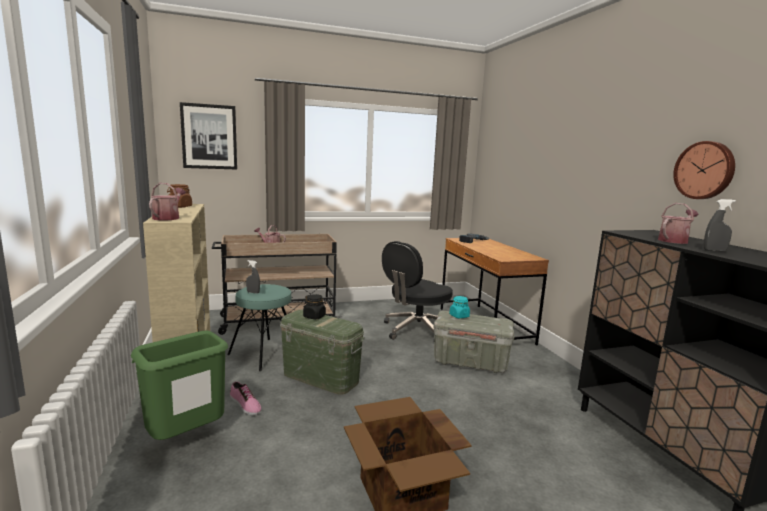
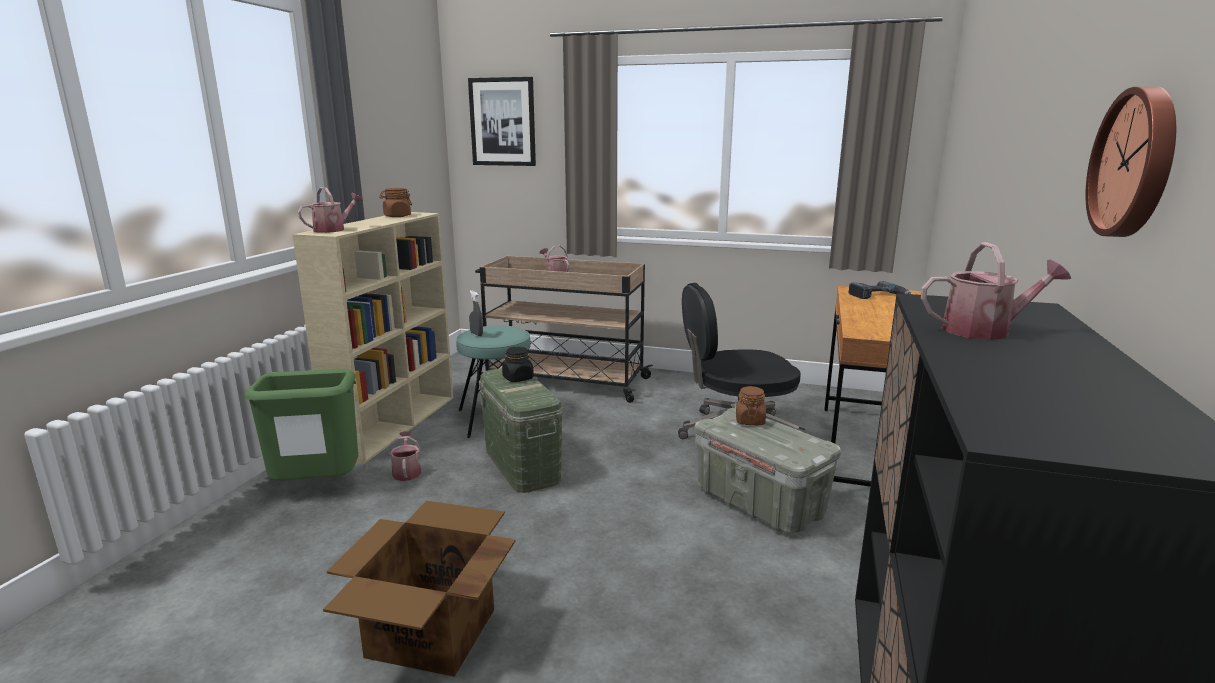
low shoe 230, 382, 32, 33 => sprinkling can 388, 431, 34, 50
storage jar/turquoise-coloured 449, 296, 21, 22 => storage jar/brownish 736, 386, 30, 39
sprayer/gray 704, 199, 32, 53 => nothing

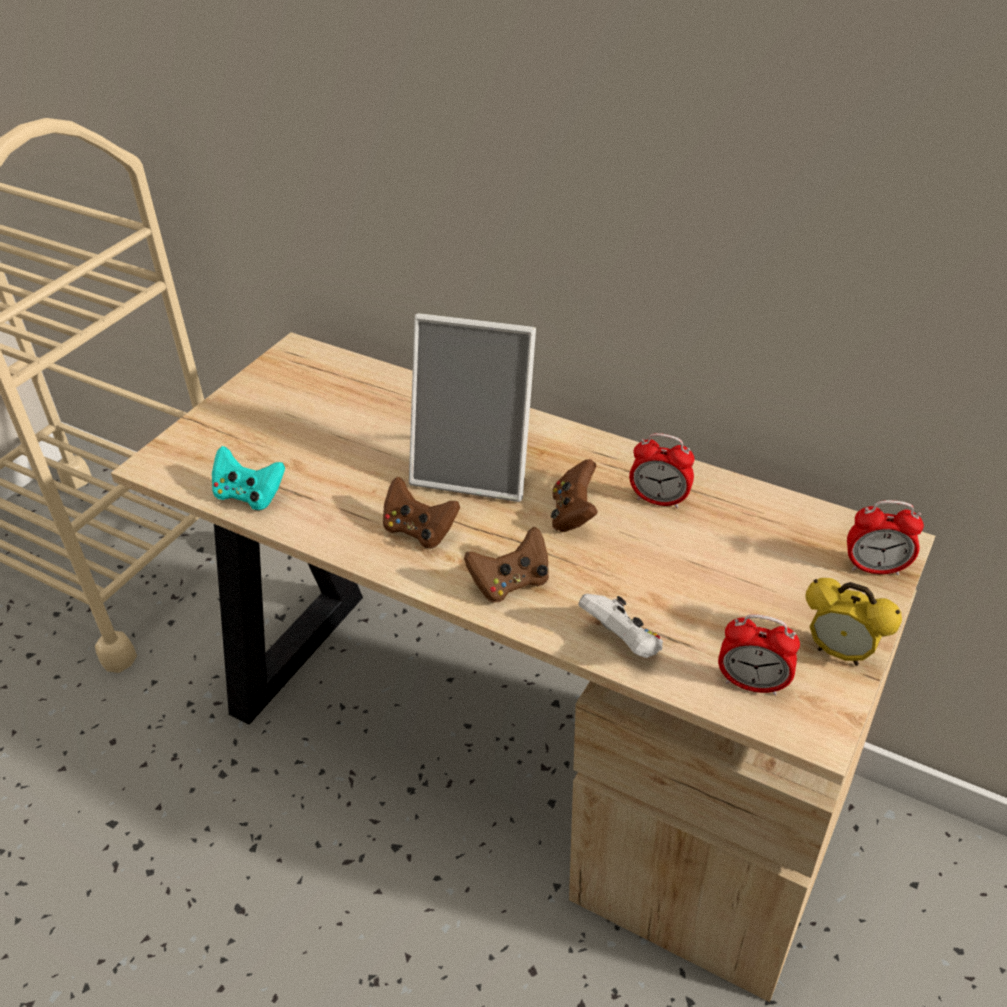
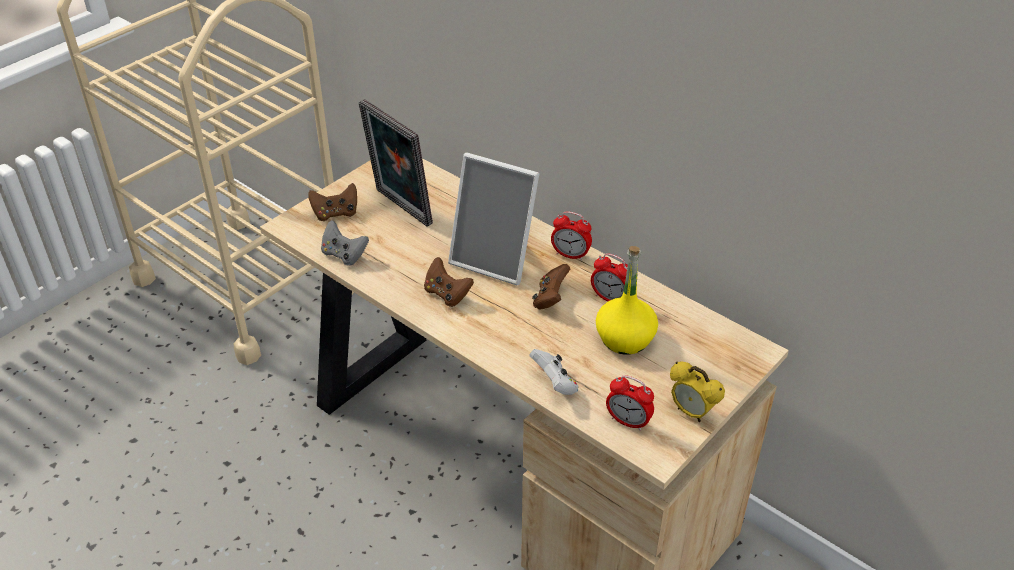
joypad/brownish 464, 527, 85, 75 => joypad/brownish 308, 183, 49, 38, relocated
joypad/turquoise-coloured 212, 446, 73, 64 => joypad/gray 321, 220, 48, 46
nothing => photo frame 359, 99, 74, 128
table clock 847, 500, 77, 75 => table clock 551, 211, 41, 50, relocated
nothing => beverage bottle/yellowish 596, 246, 62, 109

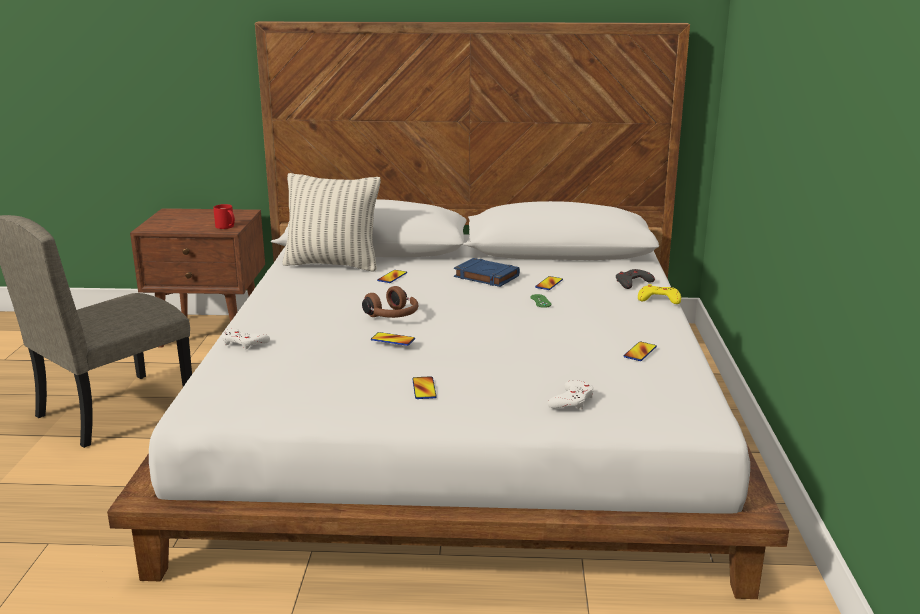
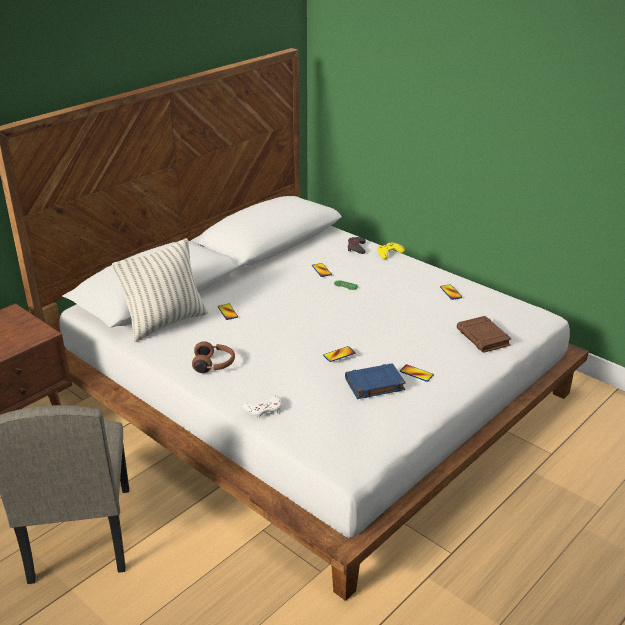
headset/brownish 362, 286, 57, 32 => headset/brownish 192, 341, 43, 32, relocated
volume/blue 454, 258, 66, 29 => volume/blue 345, 363, 61, 36, relocated
joypad/white-coloured 547, 380, 47, 30 => volume/brownish 457, 316, 55, 37
mug/red-coloured 213, 204, 22, 25 => nothing

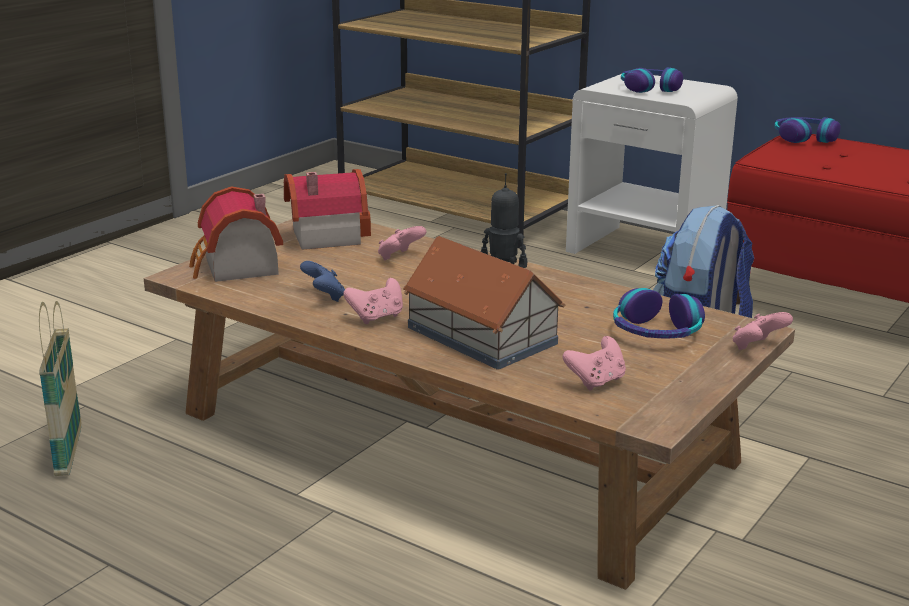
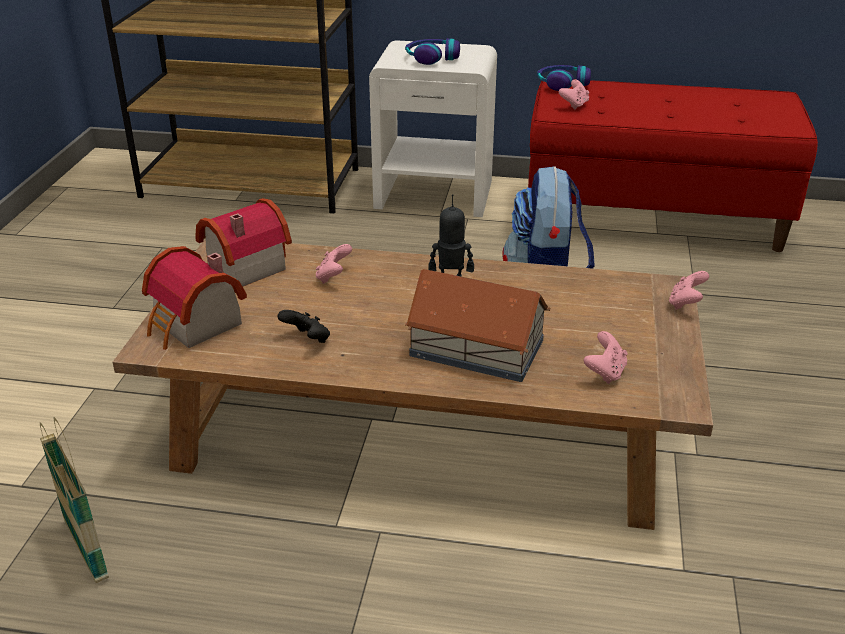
joypad/blue 300, 261, 45, 41 => joypad/black-coloured 277, 310, 53, 33
joypad/pink 343, 278, 60, 46 => joypad/pink 559, 79, 30, 31, relocated
headset 613, 288, 92, 51 => nothing

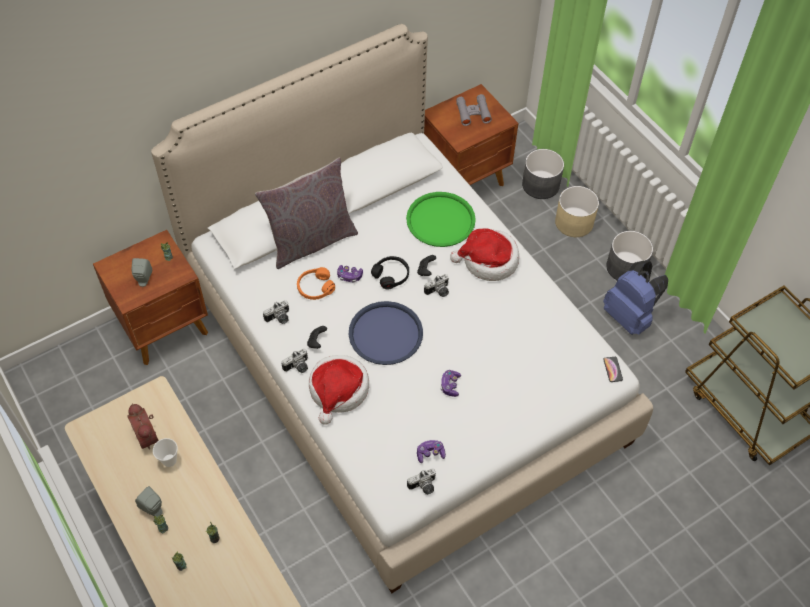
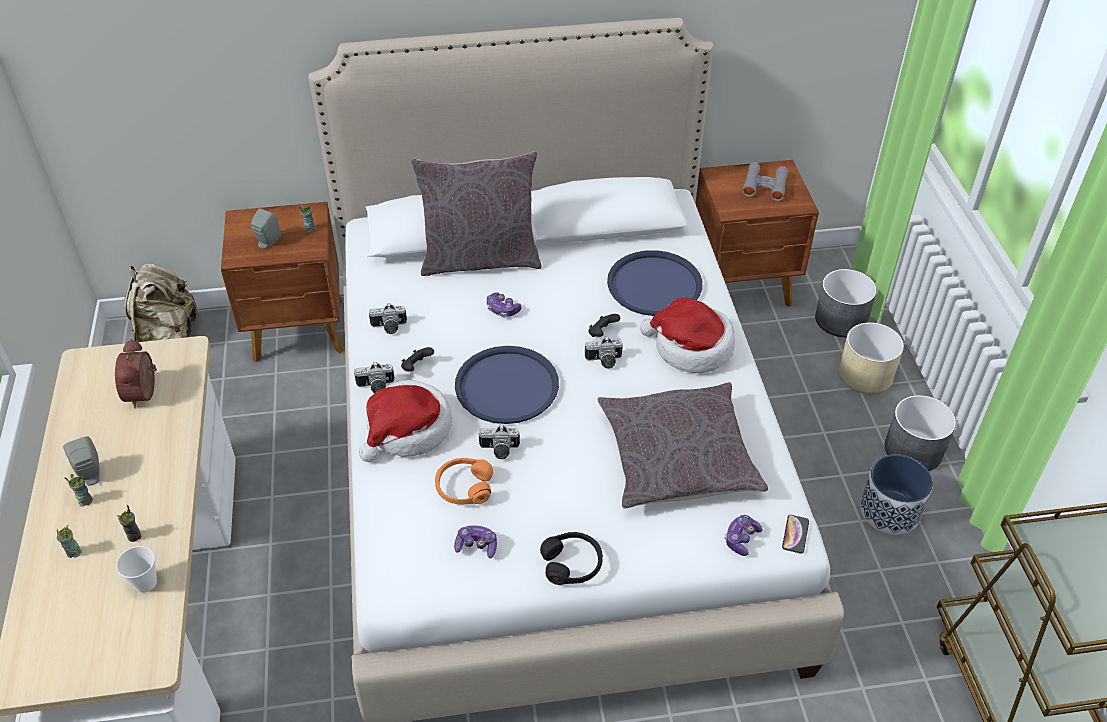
cup 153, 438, 25, 29 => cup 116, 546, 41, 47, relocated
nothing => rucksack/beige-coloured 124, 263, 77, 79
headset/orange 297, 267, 38, 33 => headset/orange 435, 458, 58, 47, relocated
still camera 407, 468, 29, 27 => still camera 479, 425, 41, 34, relocated
headset/black-coloured 371, 256, 38, 33 => headset/black-coloured 540, 532, 63, 53, relocated
nothing => throw pillow/gray 598, 382, 170, 127
carrying tray/greenish 406, 192, 70, 55 => carrying tray/blue 607, 250, 95, 66
joypad 440, 370, 21, 27 => joypad 724, 515, 38, 41, relocated
rucksack/blue 603, 260, 65, 75 => plant pot 860, 454, 73, 81

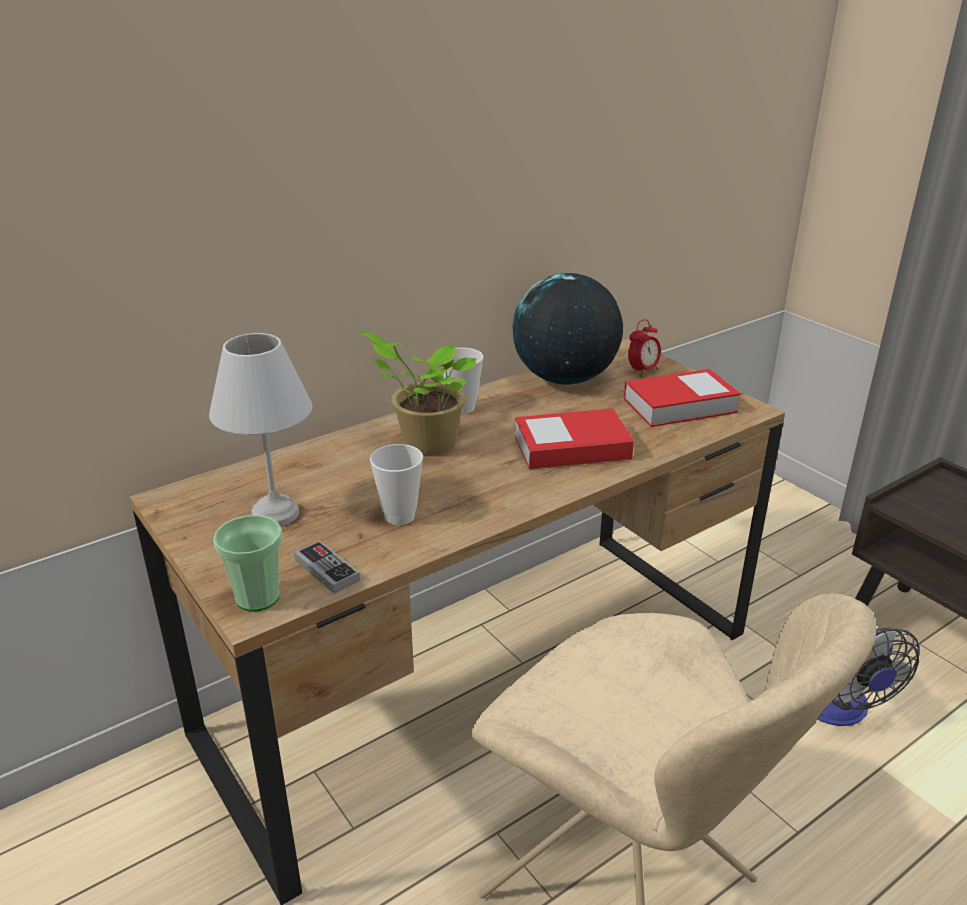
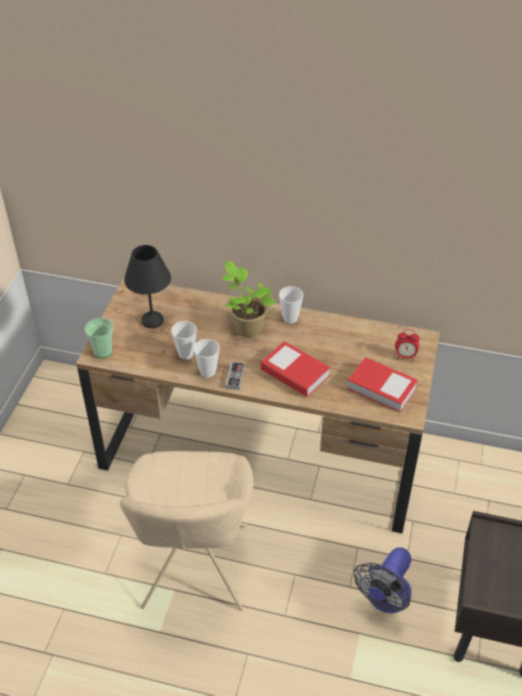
tabletop lamp/white-coloured 209, 333, 103, 193 => tabletop lamp/black-coloured 124, 245, 47, 83
nothing => cup 193, 339, 27, 39
joypad 294, 540, 66, 54 => joypad 225, 362, 20, 28, relocated
globe 513, 273, 110, 111 => nothing

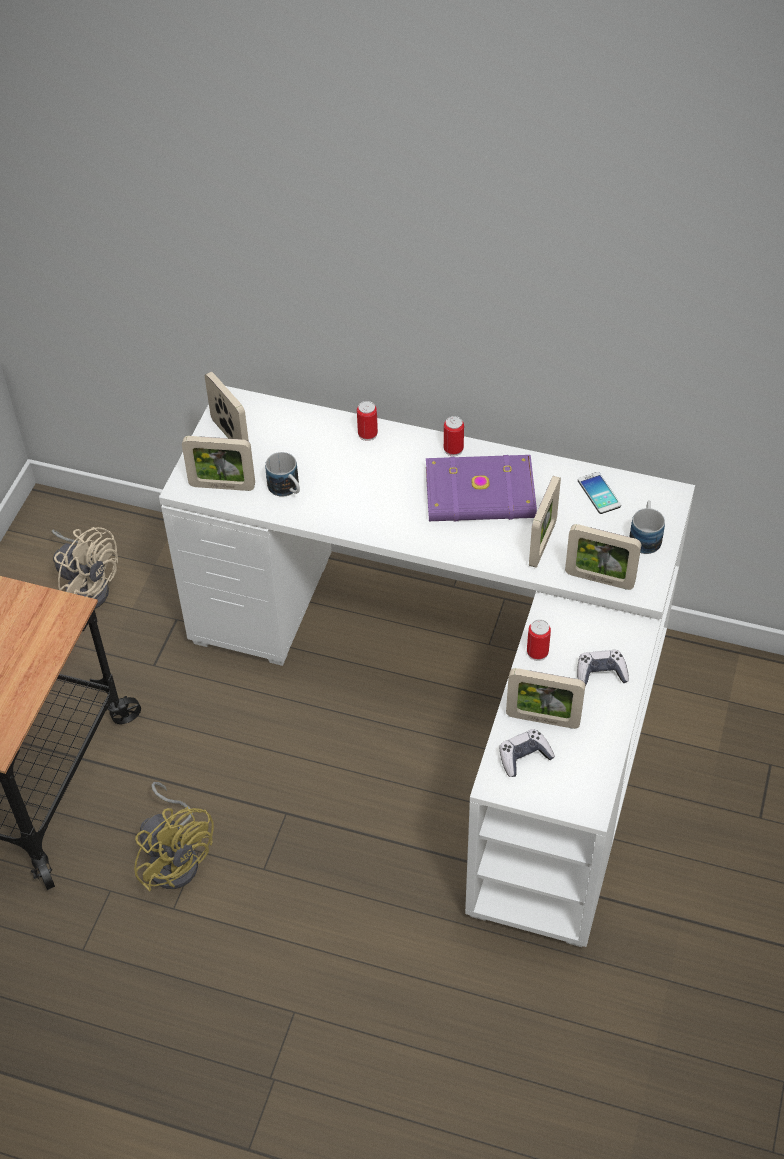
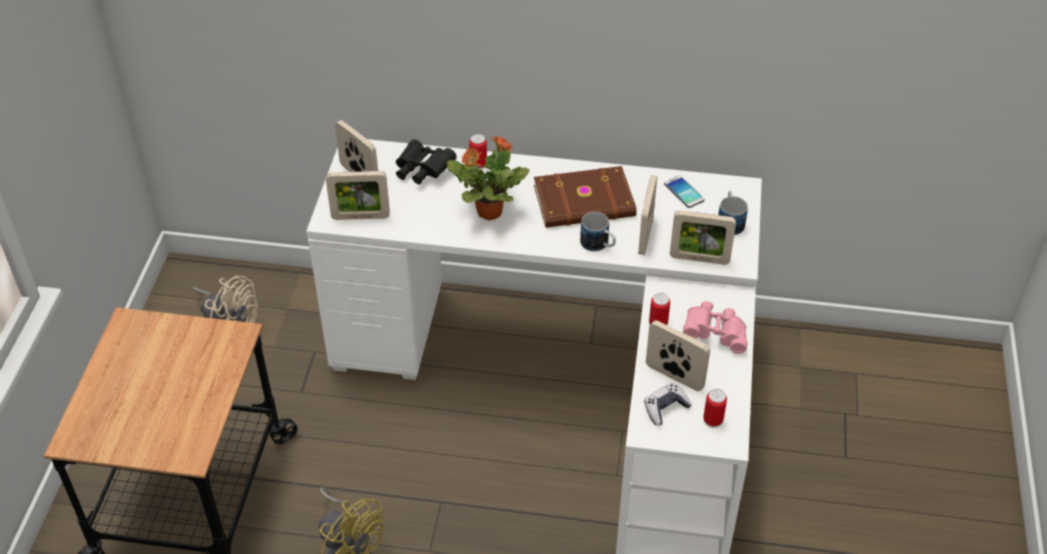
nothing => binoculars/black-coloured 396, 139, 61, 46
nothing => plant in a pot 447, 136, 82, 84
volume/purple 426, 455, 111, 67 => volume/brownish 534, 166, 103, 62
mug 265, 452, 35, 45 => mug 580, 212, 36, 39, relocated
photo frame 506, 668, 79, 61 => photo frame 646, 320, 64, 71, 150 degrees counterclockwise
joypad 577, 650, 52, 37 => binoculars/pink 683, 301, 64, 53
metal can 444, 416, 20, 40 => metal can 703, 389, 24, 39, relocated

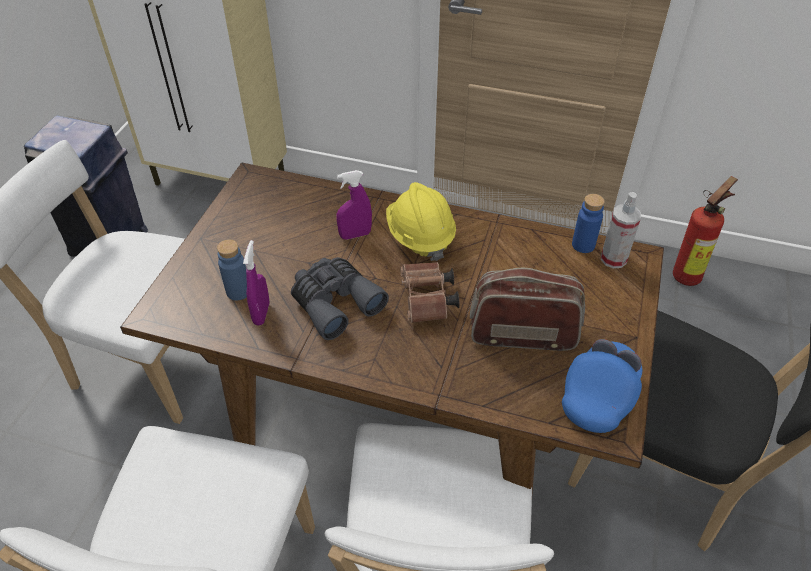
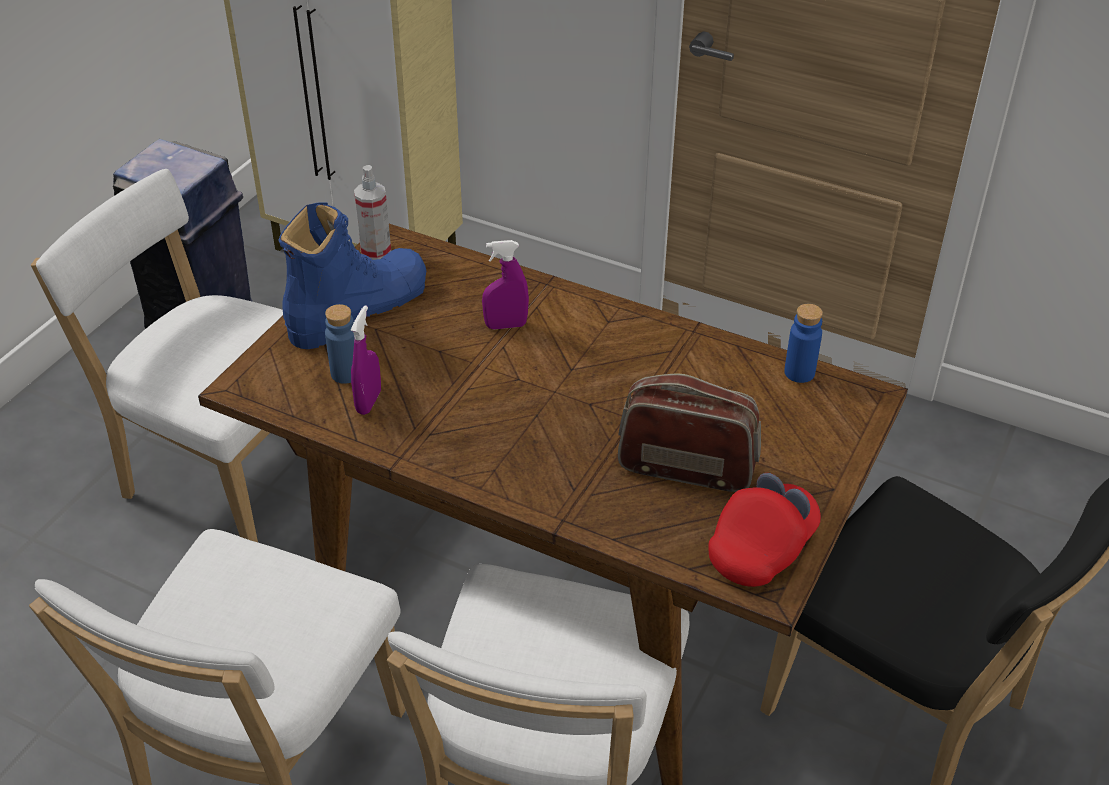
nothing => tall boot/blue 278, 202, 148, 147
sprayer 601, 192, 40, 76 => sprayer 354, 165, 37, 95, relocated
peaked cap/blue 562, 339, 81, 94 => peaked cap/red-coloured 708, 473, 113, 114
binoculars/gray 291, 257, 98, 83 => nothing
work helmet/yellowish 386, 182, 70, 79 => nothing
binoculars/brownish 400, 262, 60, 61 => nothing
fire extinguisher 673, 176, 65, 110 => nothing

